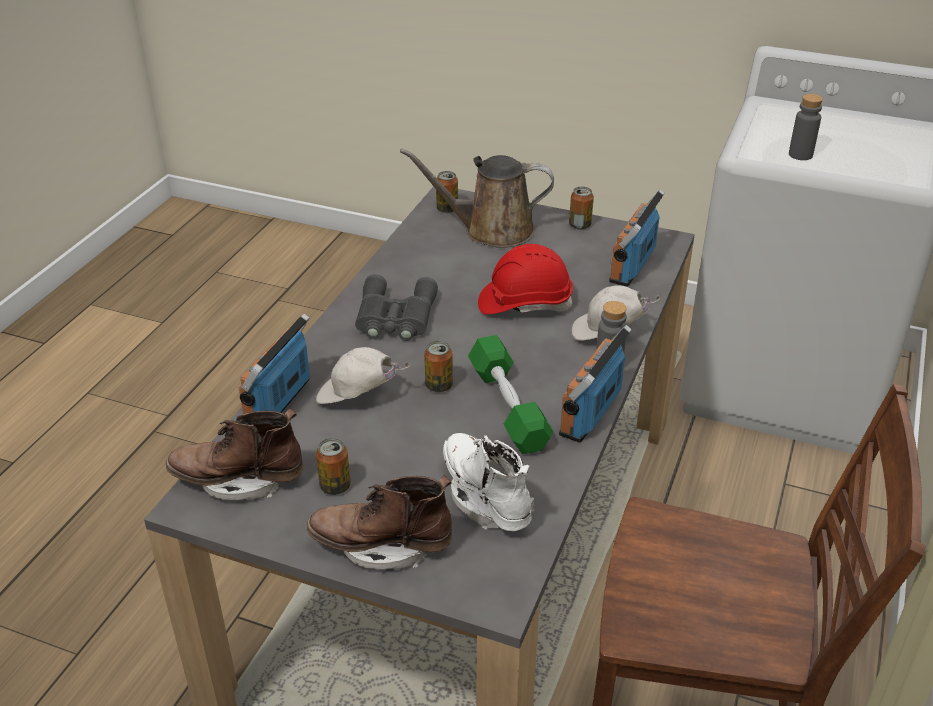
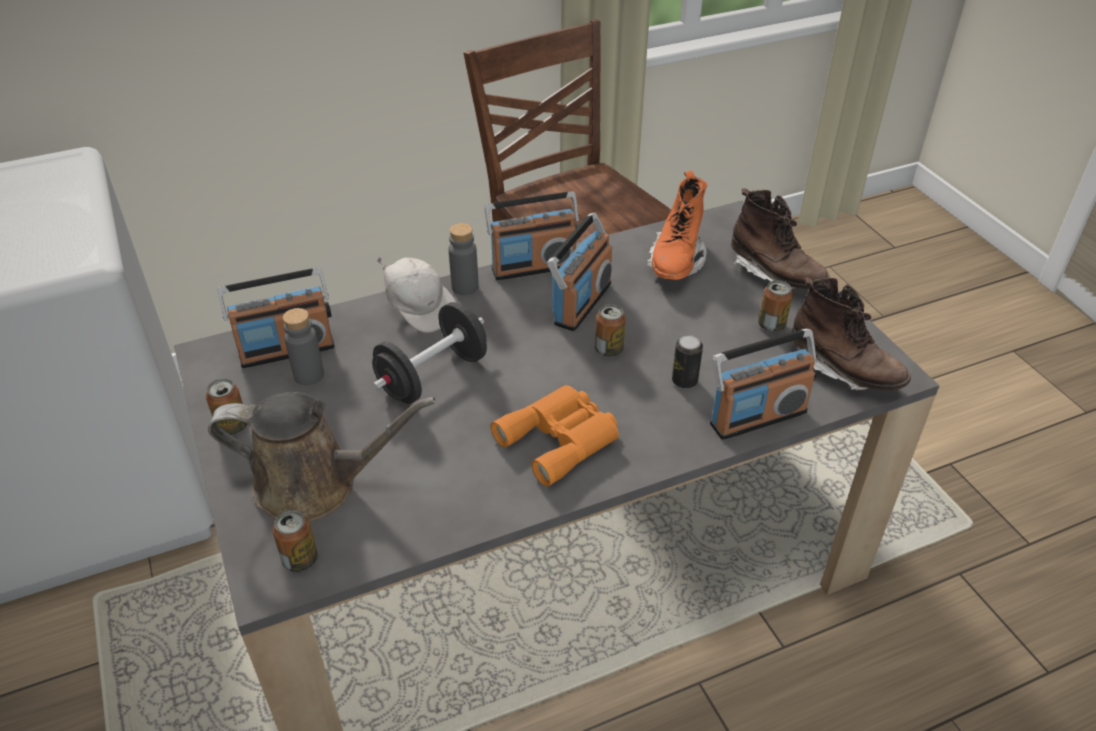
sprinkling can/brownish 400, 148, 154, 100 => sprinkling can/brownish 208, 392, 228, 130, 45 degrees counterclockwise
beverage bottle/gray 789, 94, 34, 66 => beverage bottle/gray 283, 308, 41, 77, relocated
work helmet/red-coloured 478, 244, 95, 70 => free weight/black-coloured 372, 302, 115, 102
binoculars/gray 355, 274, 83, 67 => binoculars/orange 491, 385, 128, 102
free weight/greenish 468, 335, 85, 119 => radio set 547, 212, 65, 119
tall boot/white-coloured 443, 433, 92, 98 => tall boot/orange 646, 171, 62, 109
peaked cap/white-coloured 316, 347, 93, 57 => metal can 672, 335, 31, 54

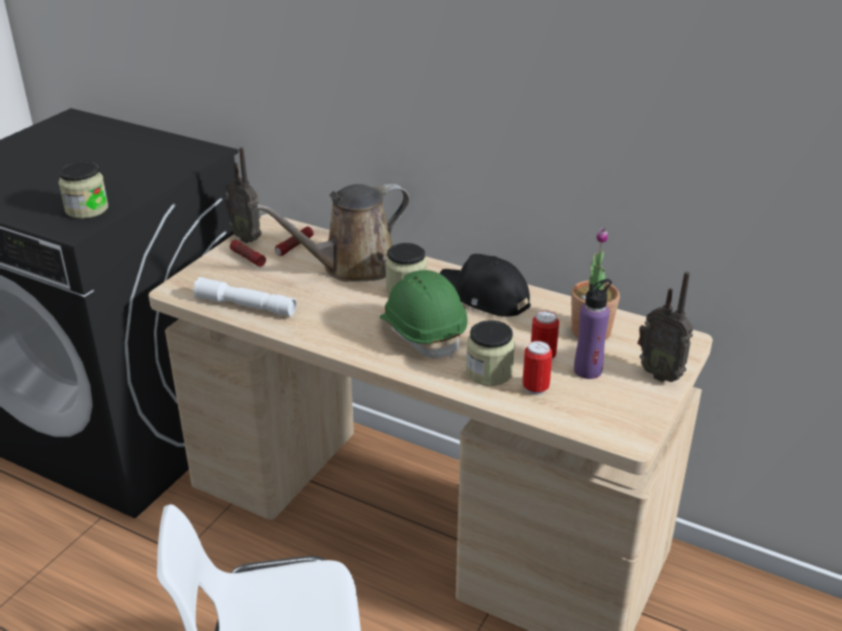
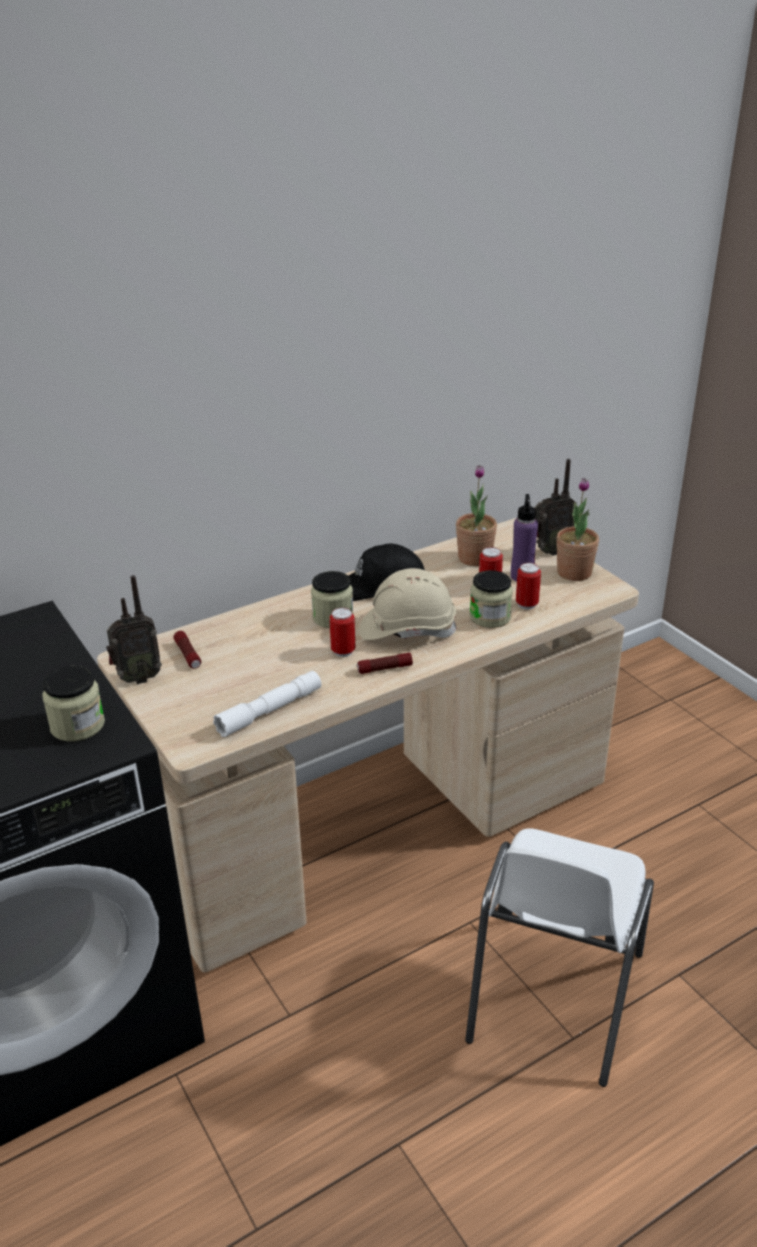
nothing => metal can 330, 608, 25, 49
torch 230, 240, 36, 27 => torch 357, 652, 56, 22, relocated
work helmet/greenish 380, 270, 87, 89 => work helmet/beige-coloured 360, 568, 97, 72
nothing => plant in a pot 556, 478, 43, 103
sprinkling can/brownish 255, 183, 155, 99 => nothing

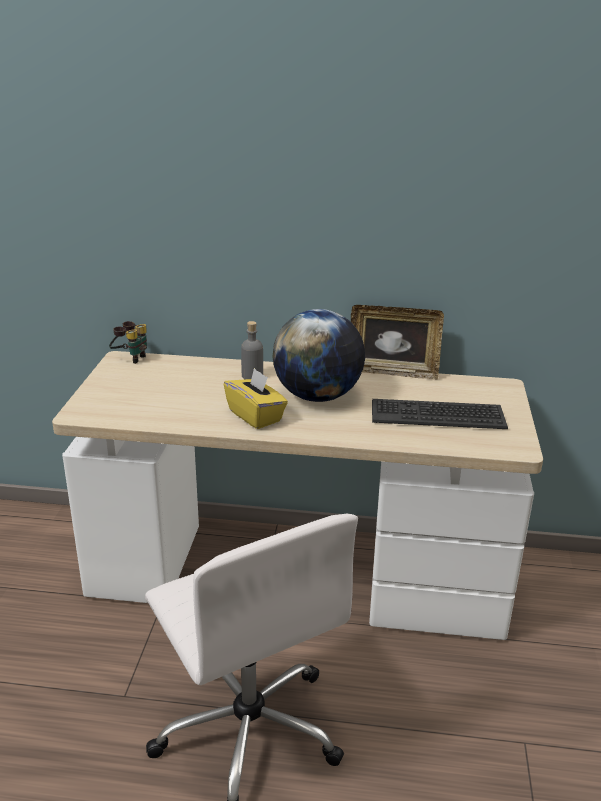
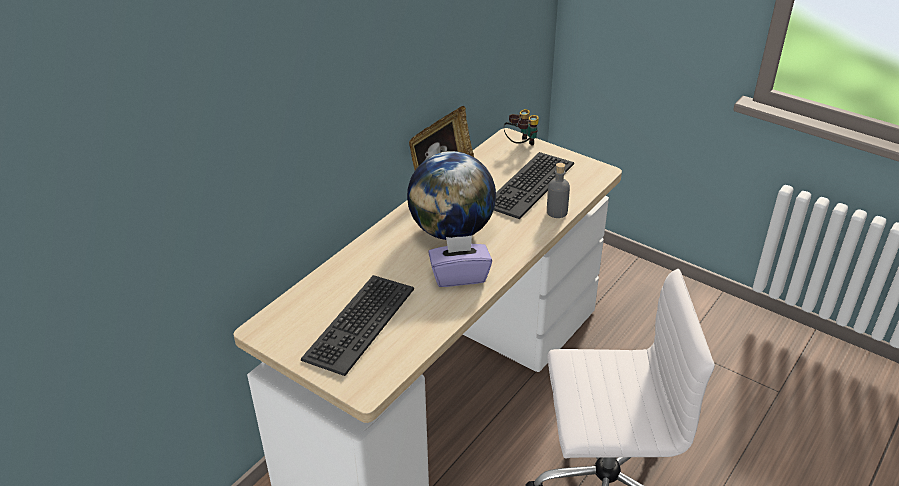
nothing => PC keyboard 301, 275, 113, 101
tissue box/yellowish 224, 368, 64, 61 => tissue box/purple 428, 235, 64, 52
binoculars 109, 321, 38, 43 => binoculars 504, 109, 35, 37, relocated
beverage bottle/gray 241, 321, 22, 58 => beverage bottle/gray 547, 163, 23, 55, relocated

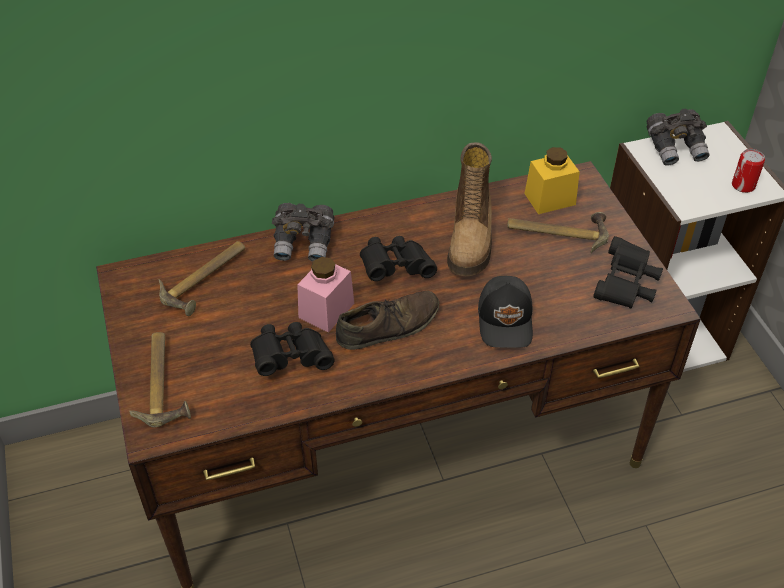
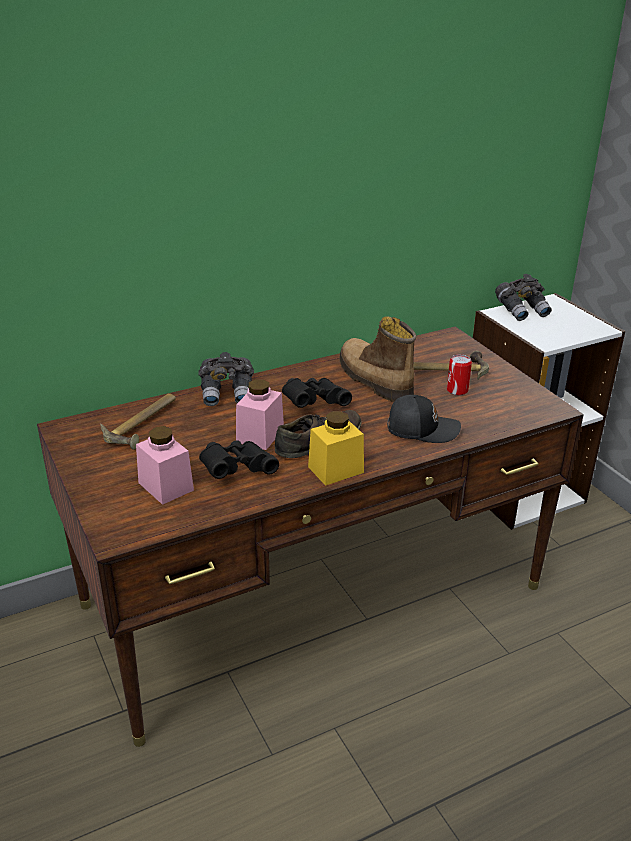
nothing => storage jar/pink 136, 426, 58, 79
storage jar/yellowish 524, 147, 56, 67 => storage jar/yellowish 308, 411, 56, 75, relocated
tall boot 447, 142, 45, 134 => tall boot 340, 316, 76, 86, 150 degrees clockwise
peaked cap/black-coloured 478, 276, 55, 72 => peaked cap/black-coloured 387, 395, 74, 48, 75 degrees counterclockwise
metal can 732, 149, 33, 44 => metal can 447, 354, 25, 41, relocated
tool hammer 129, 332, 62, 96 => nothing
binoculars/black-coloured 593, 236, 70, 73 => nothing

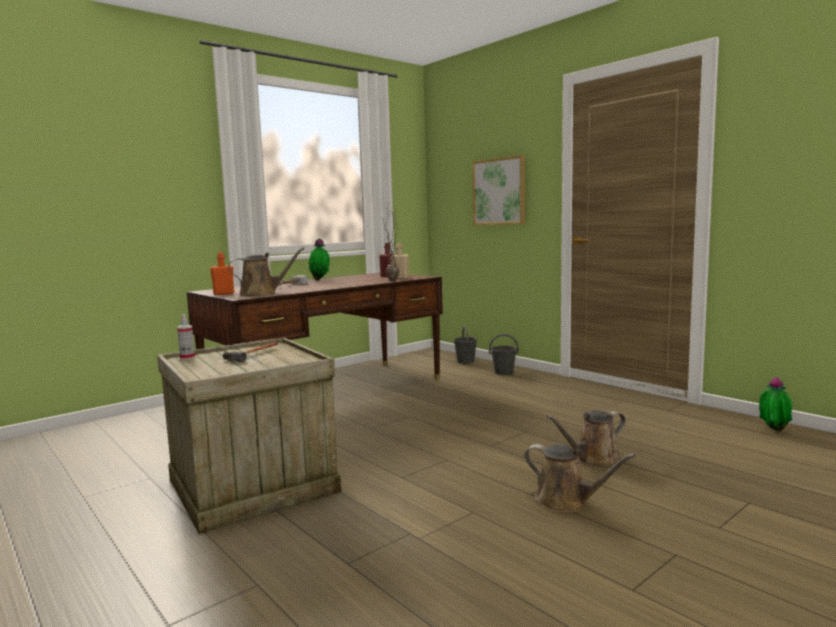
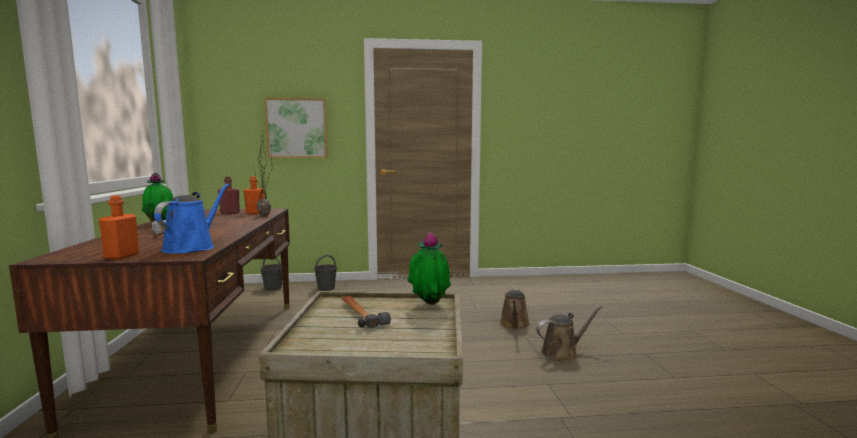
sprinkling can/brownish 228, 247, 77, 49 => sprinkling can/blue 154, 184, 75, 70
beverage bottle/beige-coloured 390, 243, 19, 36 => beverage bottle/orange 243, 176, 22, 38
plant in a pot 759, 377, 33, 54 => plant in a pot 407, 232, 44, 73, relocated
sprayer 177, 314, 18, 46 => nothing

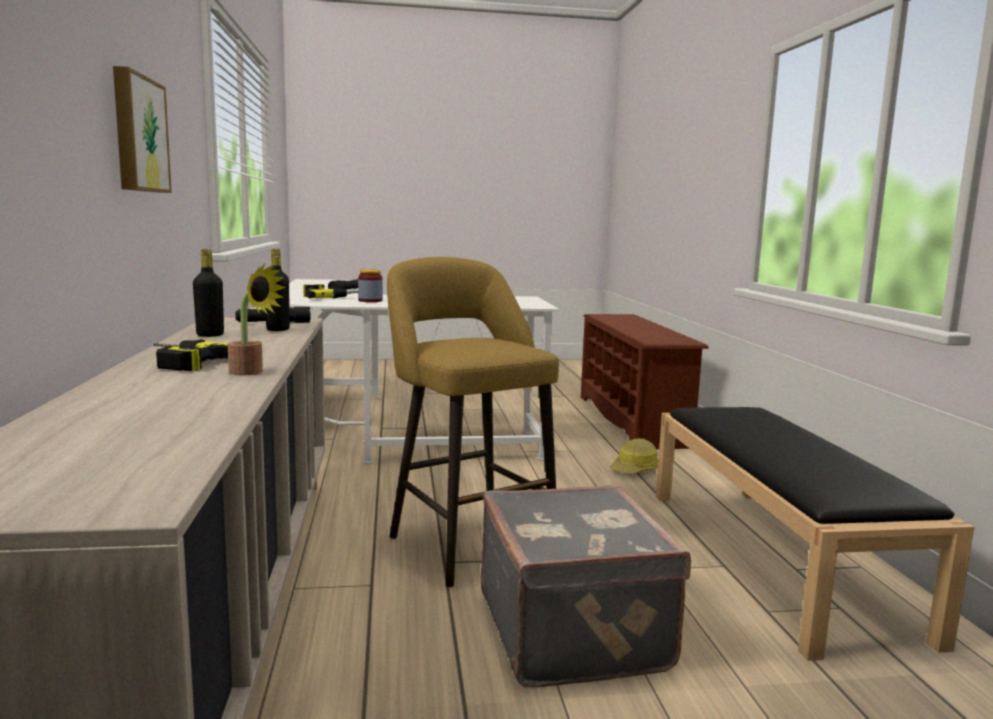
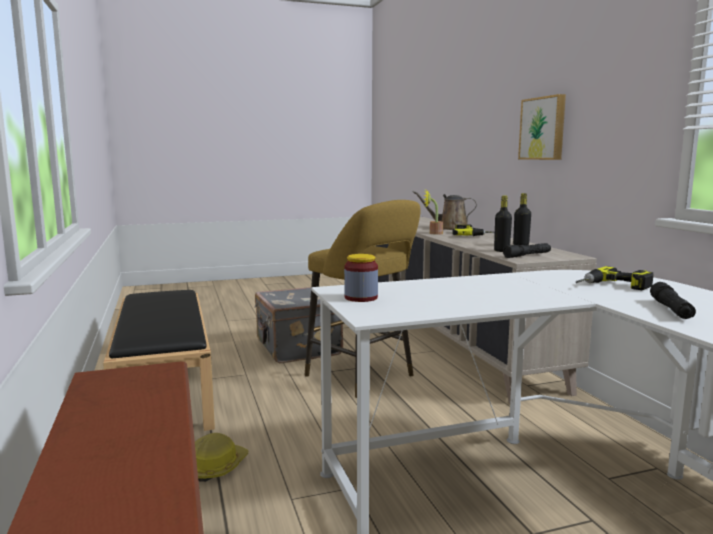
storage jar 358, 269, 25, 33 => storage jar 344, 254, 34, 48, relocated
nothing => sprinkling can/brownish 413, 191, 64, 39

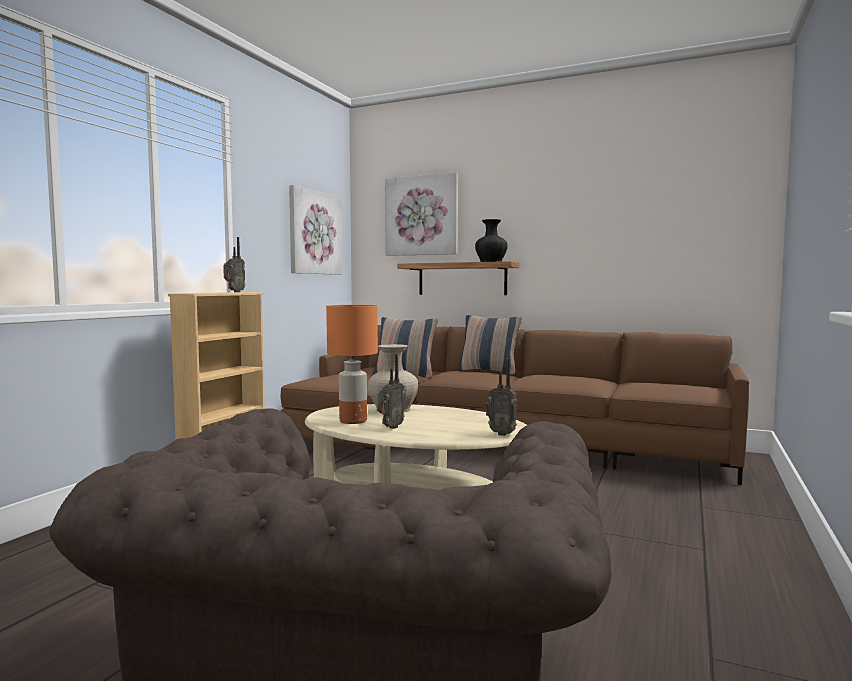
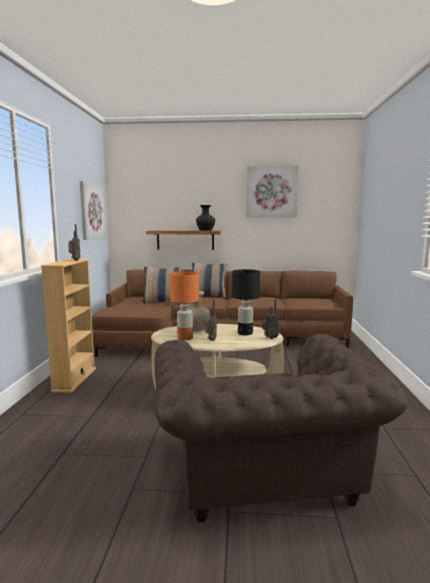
nothing => tabletop lamp/black-coloured 232, 269, 28, 66
wall picture 385, 172, 73, 84 => wall picture 246, 165, 53, 52, relocated

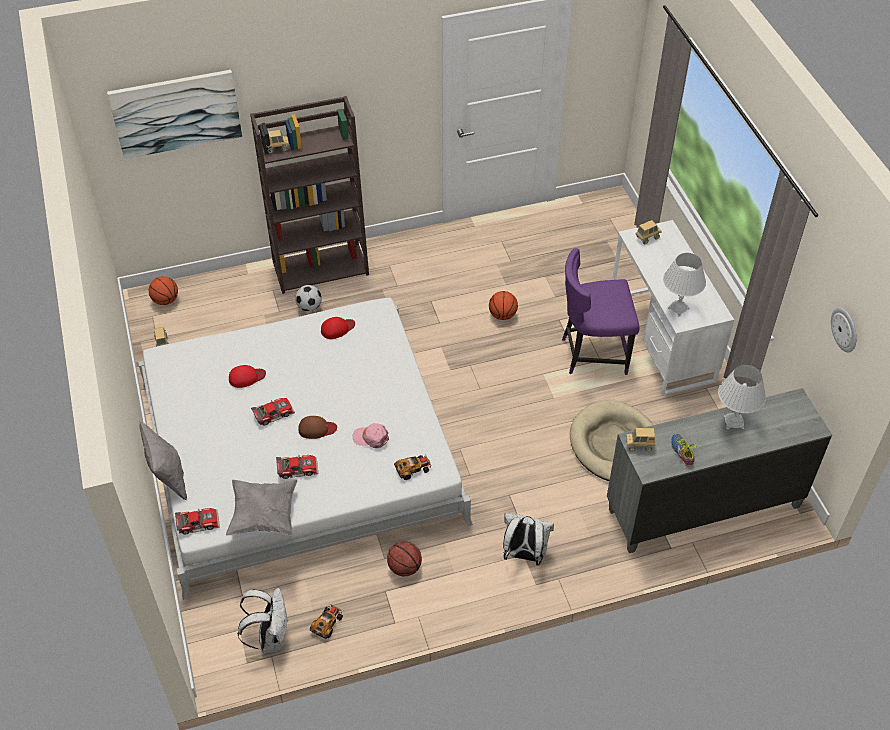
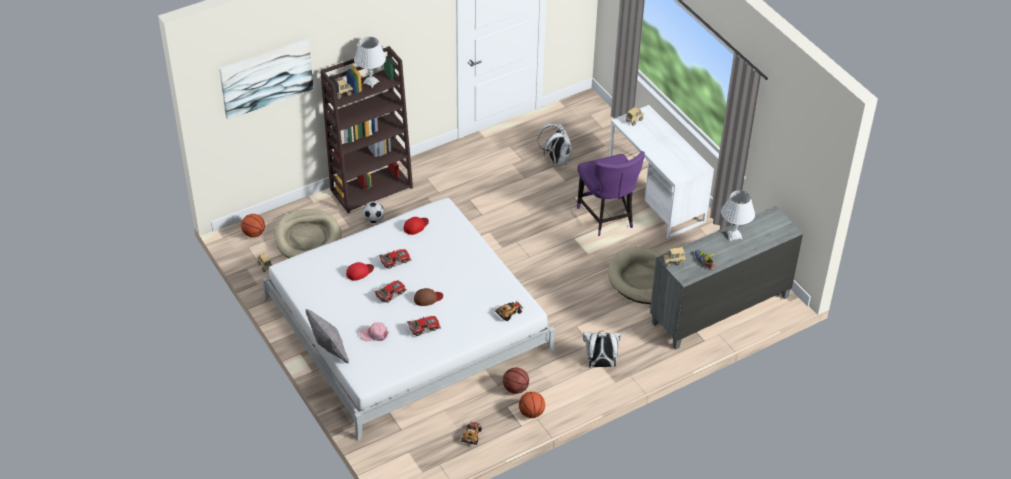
nothing => dog cushion/beige-coloured 274, 209, 68, 49
tabletop lamp/white-coloured 663, 253, 43, 64 => tabletop lamp/white-coloured 354, 37, 32, 51, relocated
peaked cap/pink 353, 423, 36, 25 => peaked cap/pink 360, 322, 28, 19, relocated
miniature car 175, 508, 45, 27 => miniature car 379, 249, 33, 20, relocated
basketball ball 489, 291, 29, 29 => basketball ball 519, 392, 26, 26, relocated
rucksack/white-coloured 237, 588, 50, 65 => rucksack/white-coloured 538, 123, 34, 43, relocated
chair/purple 562, 248, 78, 127 => chair/purple 577, 151, 68, 85, 90 degrees counterclockwise
throw pillow/gray 226, 480, 71, 55 => nothing
hanging clock 831, 308, 26, 44 => nothing

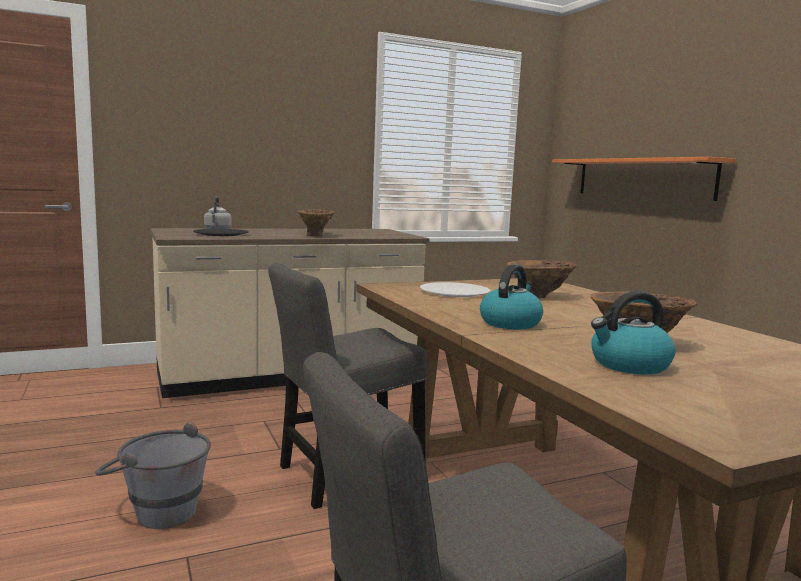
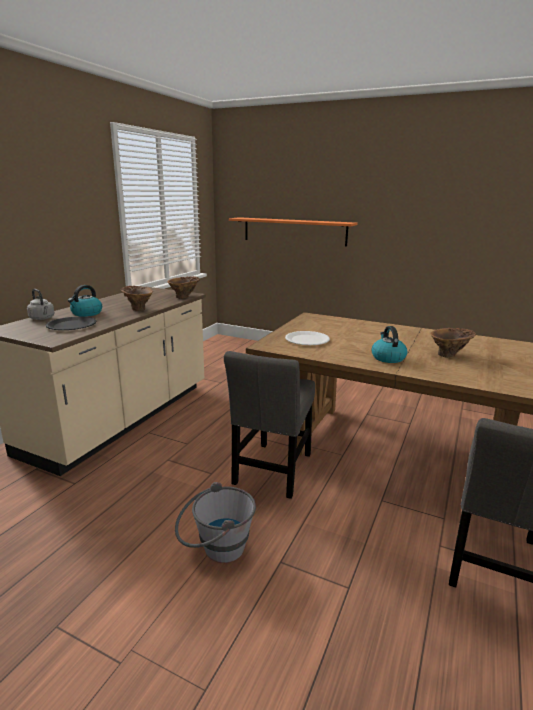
tea kettle 591, 291, 85, 84 => tea kettle 68, 285, 34, 32, relocated
vase/brownish 507, 260, 70, 38 => vase/brownish 167, 276, 33, 23, relocated

